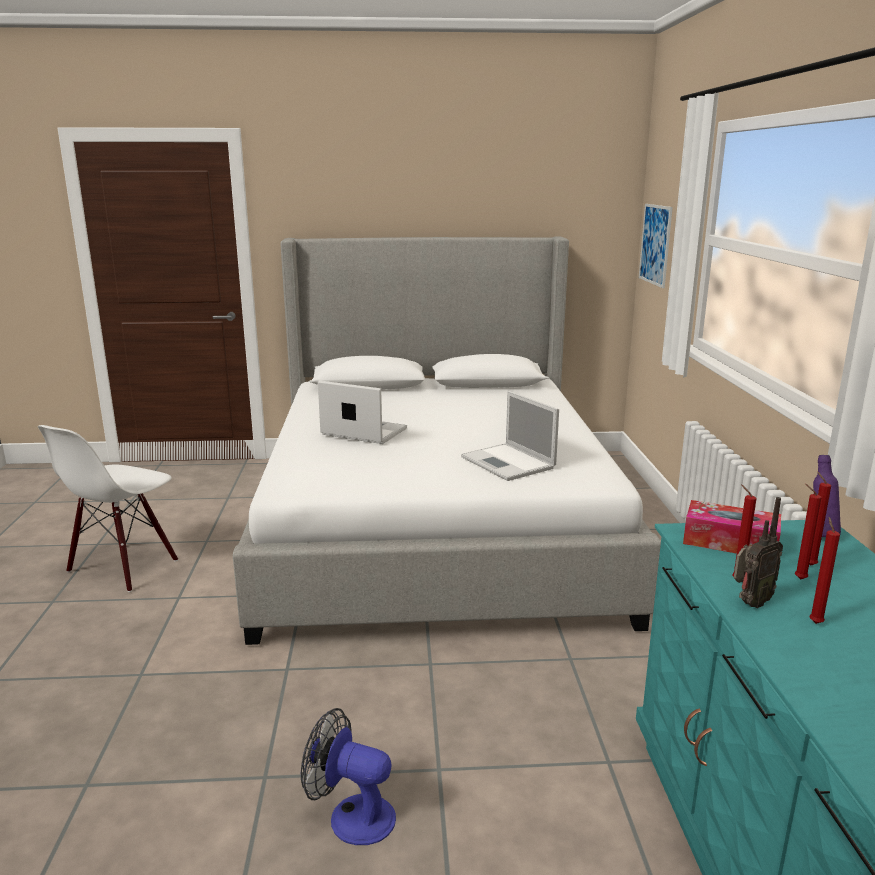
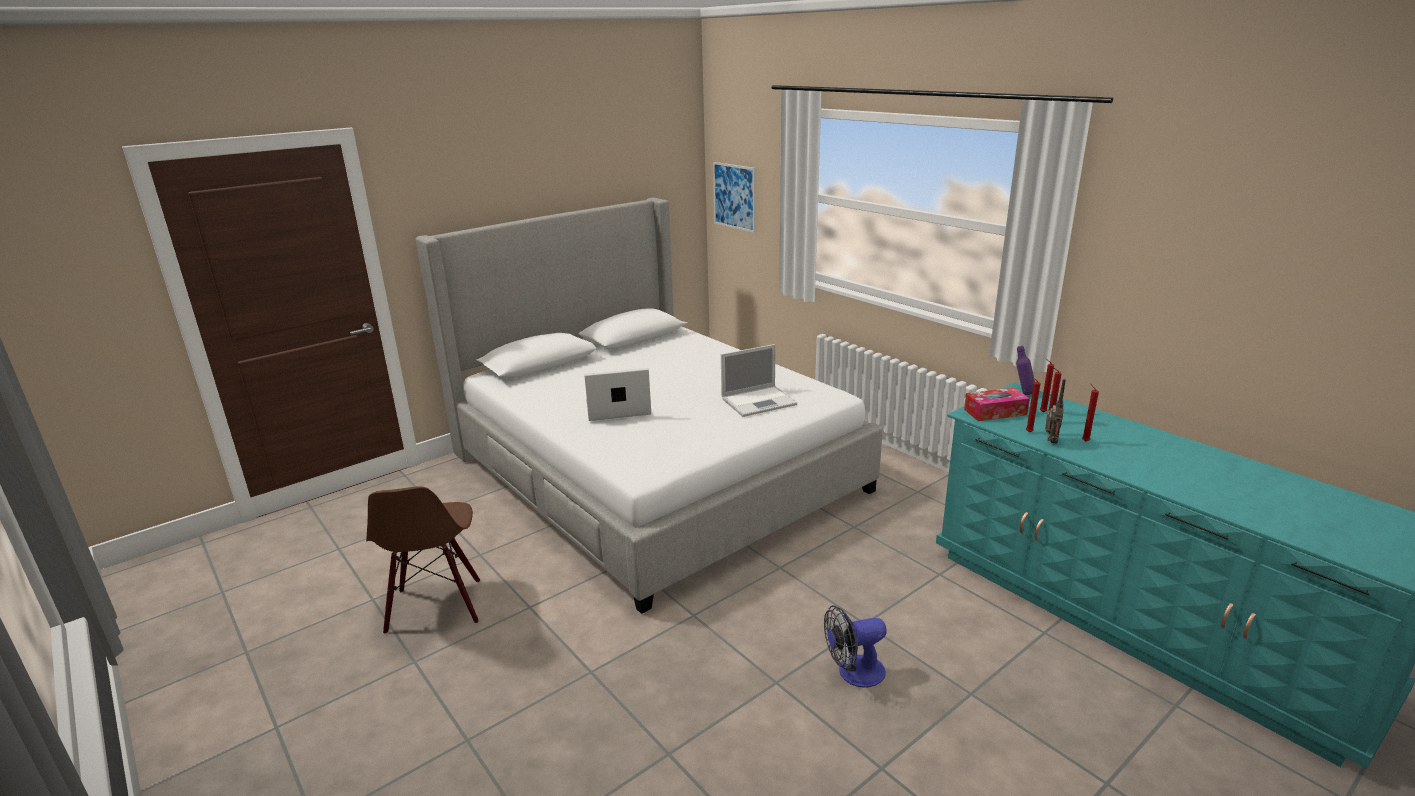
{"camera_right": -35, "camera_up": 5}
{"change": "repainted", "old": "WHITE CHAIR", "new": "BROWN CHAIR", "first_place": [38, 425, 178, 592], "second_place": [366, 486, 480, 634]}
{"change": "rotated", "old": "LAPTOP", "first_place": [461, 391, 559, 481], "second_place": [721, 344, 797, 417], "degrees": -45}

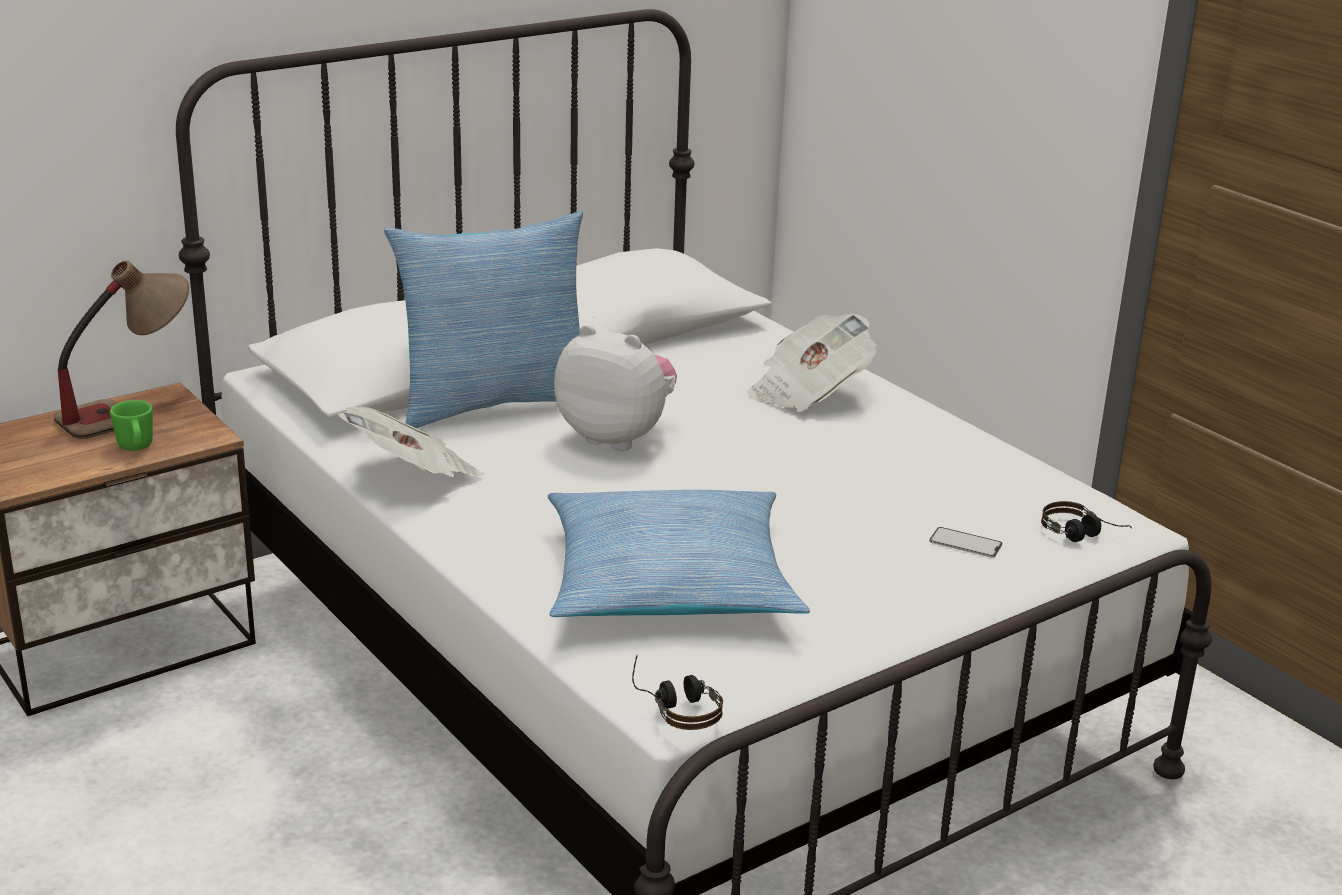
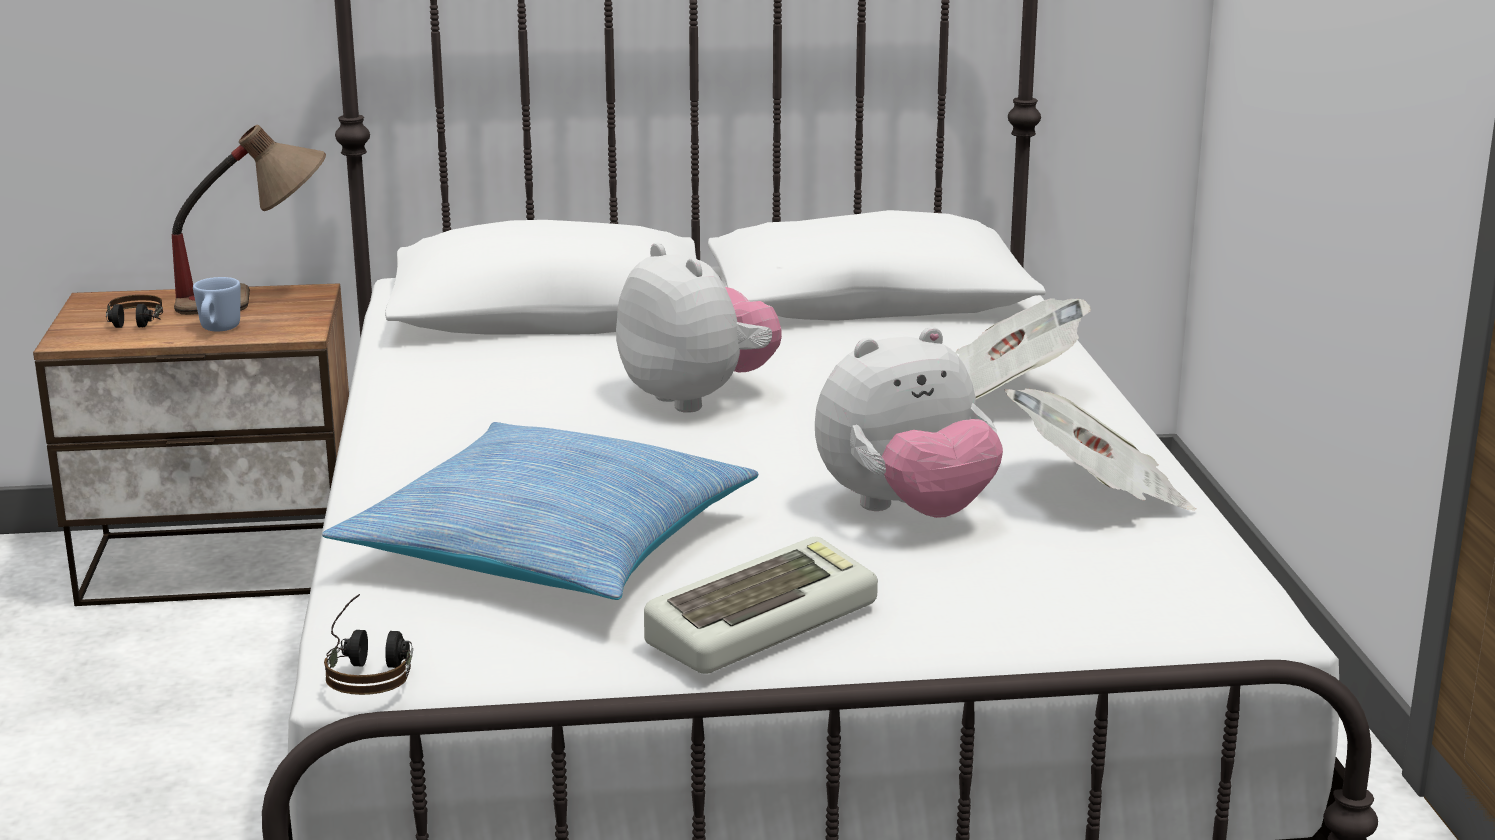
{"camera_right": 30, "camera_up": -5}
{"change": "gone", "old": "PILLOW", "first_place": [384, 211, 583, 428]}
{"change": "gone", "old": "PHONE", "first_place": [929, 527, 1002, 558]}
{"change": "new", "new": "KEYBOARD", "second_place": [644, 537, 878, 674]}
{"change": "new", "new": "PLUSH TOY", "second_place": [815, 327, 1003, 518]}
{"change": "shifted", "old": "NEWSPAPER", "first_place": [337, 407, 485, 477], "second_place": [1004, 388, 1197, 510]}
{"change": "shifted", "old": "HEADPHONES", "first_place": [1041, 501, 1132, 542], "second_place": [106, 295, 163, 328]}
{"change": "repainted", "old": "GREEN MUG", "new": "BLUE MUG", "first_place": [110, 400, 153, 451], "second_place": [193, 277, 240, 331]}

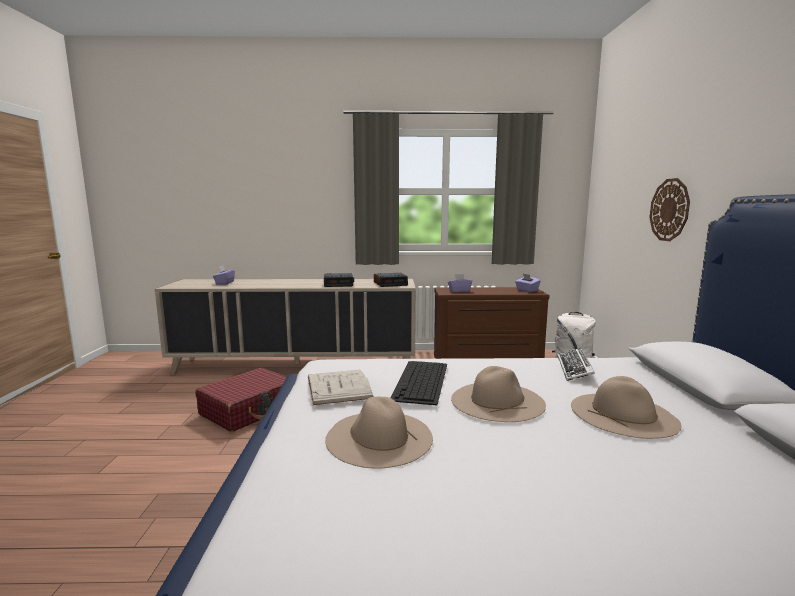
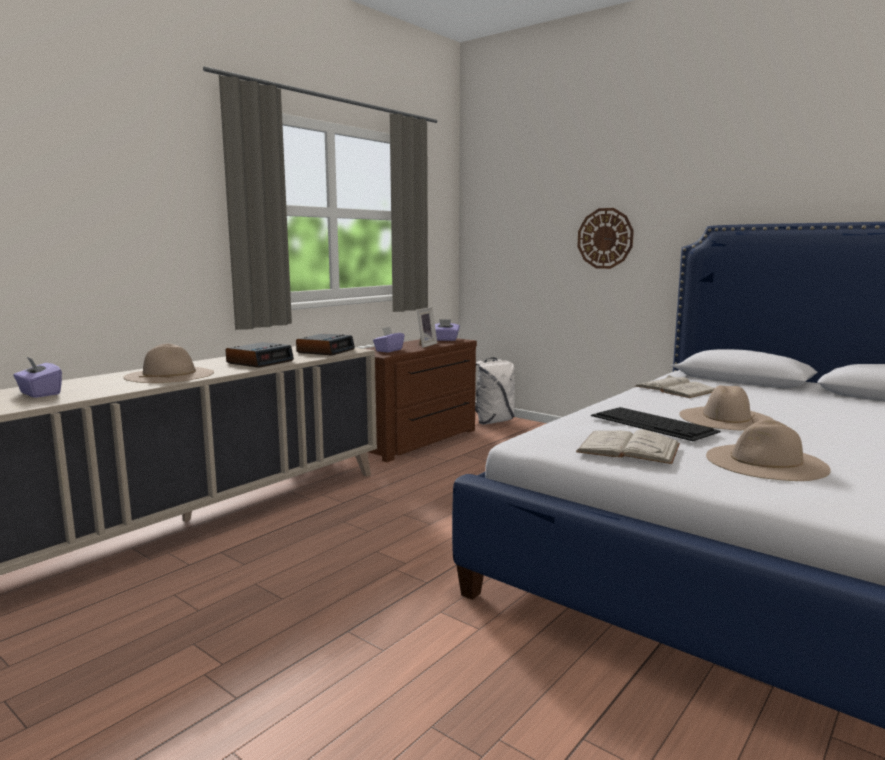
{"camera_right": -50, "camera_up": 0}
{"change": "gone", "old": "RED SUITCASE", "first_place": [196, 368, 287, 432]}
{"change": "new", "new": "PICTURE FRAME", "second_place": [417, 307, 437, 348]}
{"change": "shifted", "old": "BEIGE HAT", "first_place": [571, 376, 682, 439], "second_place": [123, 343, 214, 383]}
{"change": "swapped", "old": "KEYBOARD", "new": "WHITE BOOK", "first_place": [558, 348, 595, 381], "second_place": [635, 375, 715, 398]}

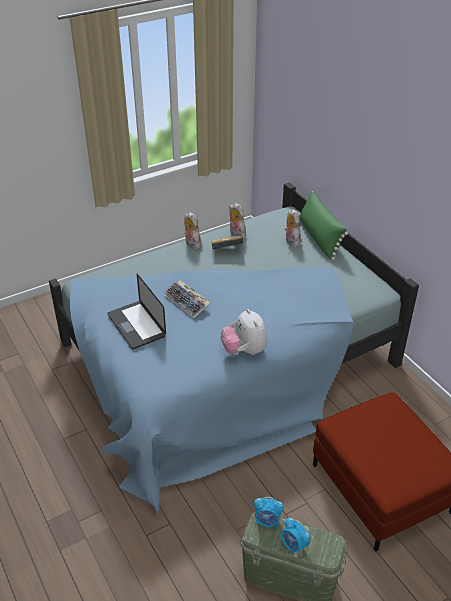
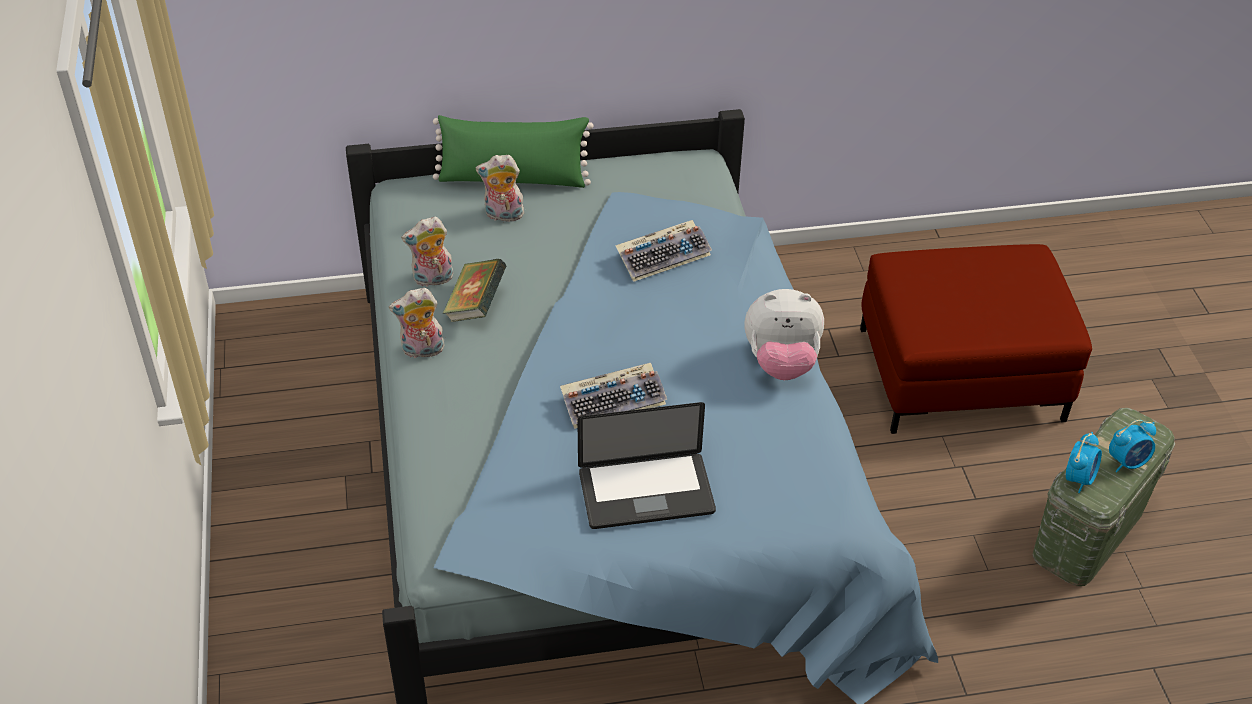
{"camera_right": -70, "camera_up": 5}
{"change": "new", "new": "KEYBOARD", "second_place": [615, 220, 712, 282]}

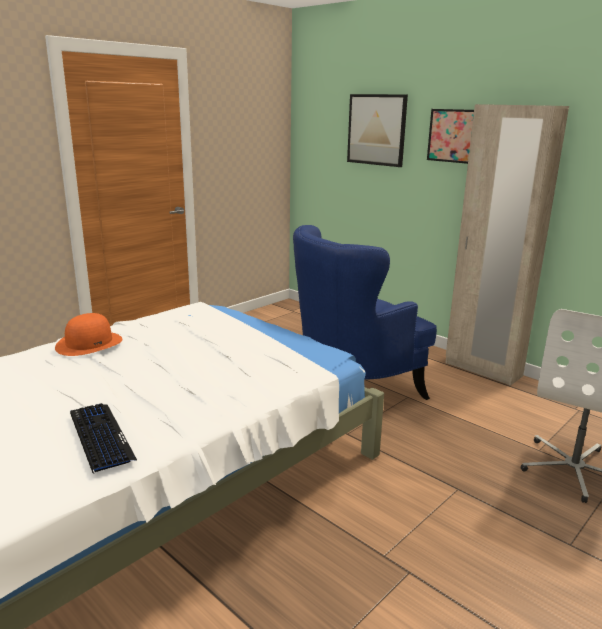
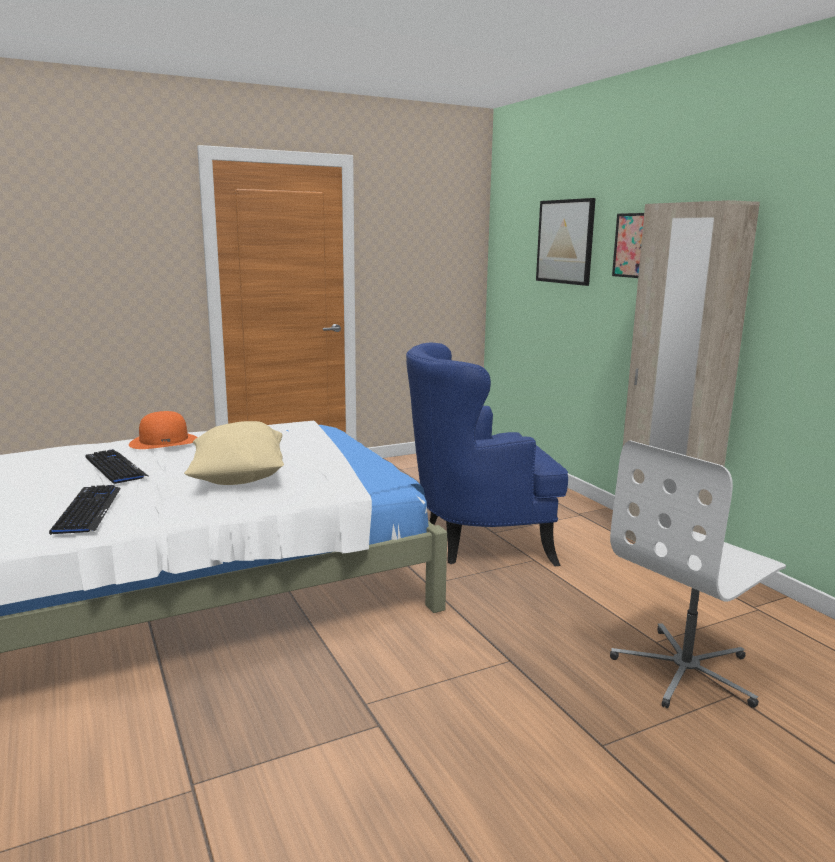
{"camera_right": 20, "camera_up": -5}
{"change": "new", "new": "KEYBOARD", "second_place": [86, 449, 150, 484]}
{"change": "new", "new": "BEIGE PILLOW", "second_place": [184, 421, 284, 485]}

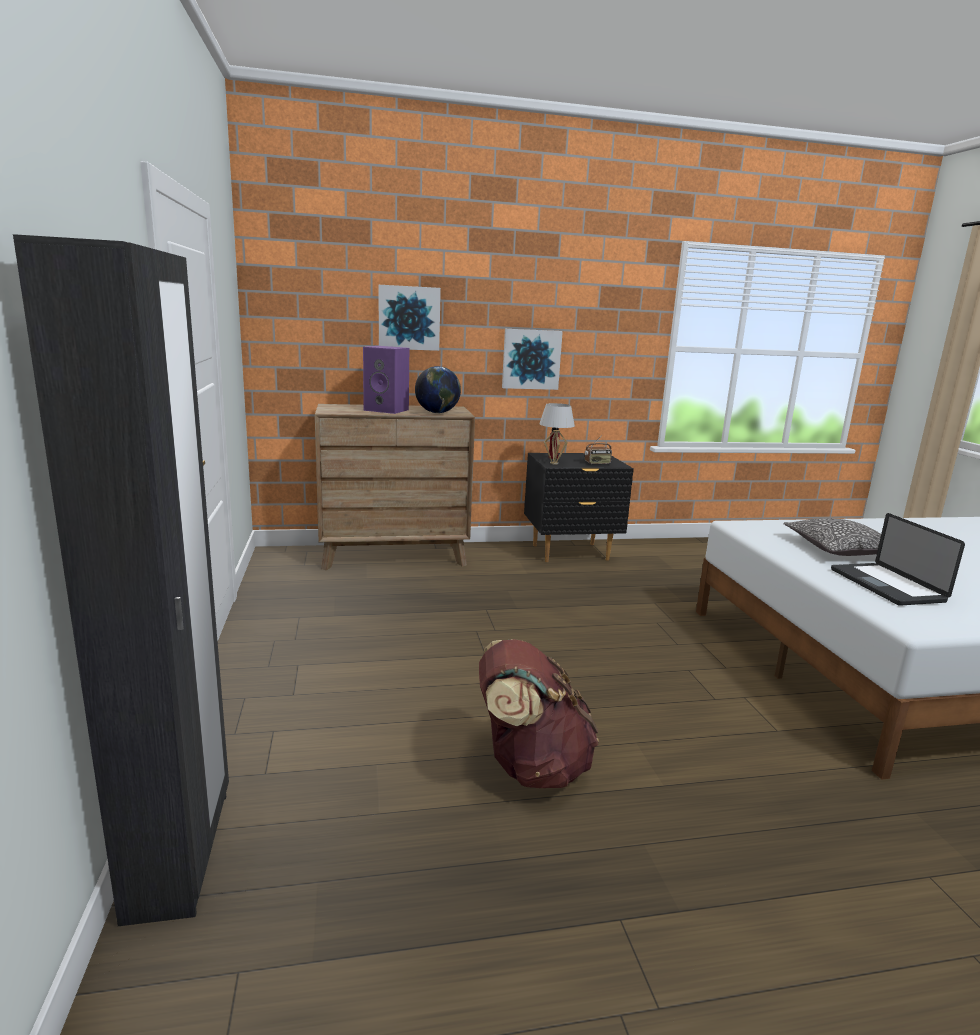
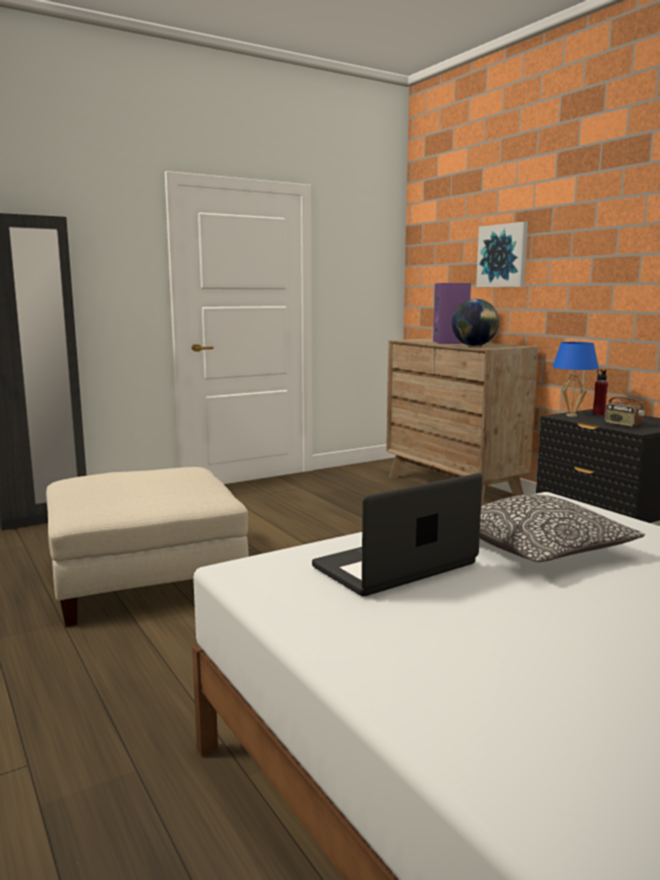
{"camera_right": 70, "camera_up": -5}
{"change": "gone", "old": "PICTURE", "first_place": [502, 329, 563, 390]}
{"change": "swapped", "old": "BROWN BACKPACK", "new": "BEIGE OTTOMAN", "first_place": [479, 639, 599, 788], "second_place": [46, 467, 249, 627]}
{"change": "repainted", "old": "WHITE TABLE LAMP", "new": "BLUE TABLE LAMP", "first_place": [539, 403, 575, 465], "second_place": [553, 342, 599, 417]}

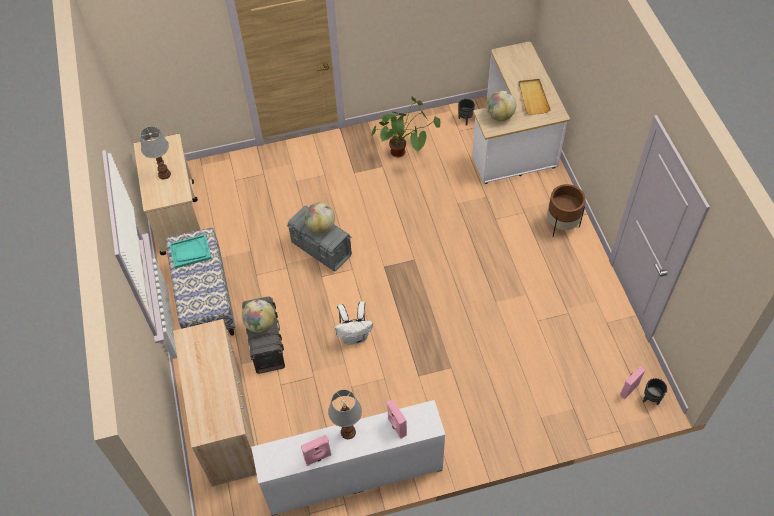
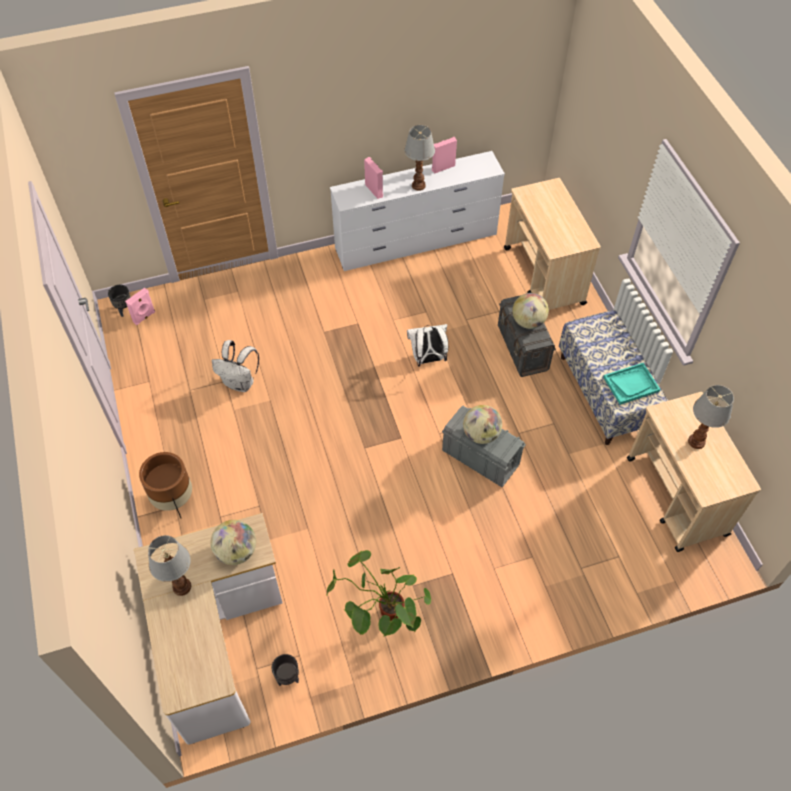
{"camera_right": 175, "camera_up": 0}
{"change": "new", "new": "WHITE BACKPACK", "second_place": [212, 340, 259, 392]}
{"change": "swapped", "old": "BEIGE CABINET", "new": "BEIGE CART", "first_place": [173, 319, 257, 486], "second_place": [504, 178, 601, 310]}
{"change": "swapped", "old": "BEIGE TRAY", "new": "TABLE LAMP", "first_place": [519, 79, 551, 115], "second_place": [148, 535, 191, 596]}

